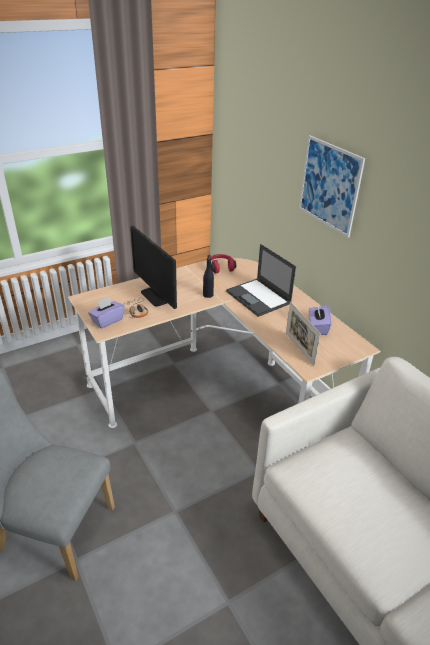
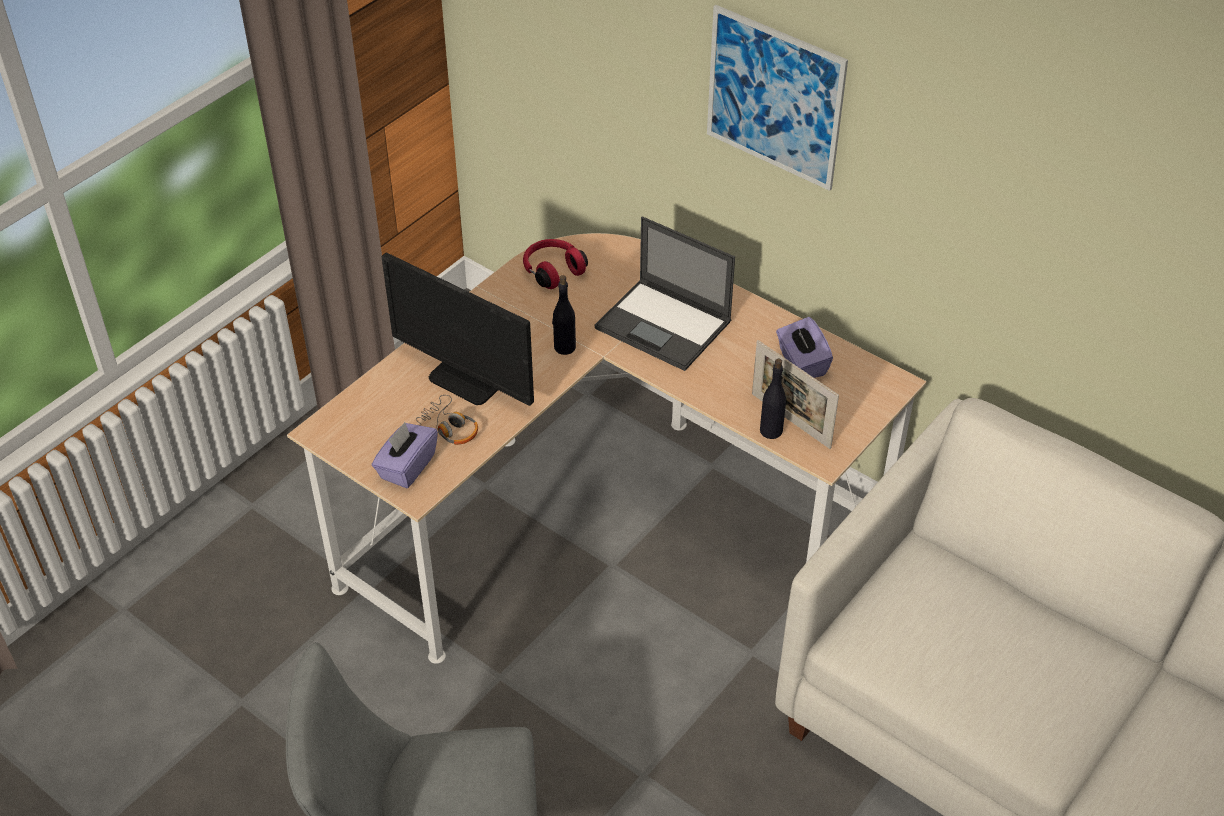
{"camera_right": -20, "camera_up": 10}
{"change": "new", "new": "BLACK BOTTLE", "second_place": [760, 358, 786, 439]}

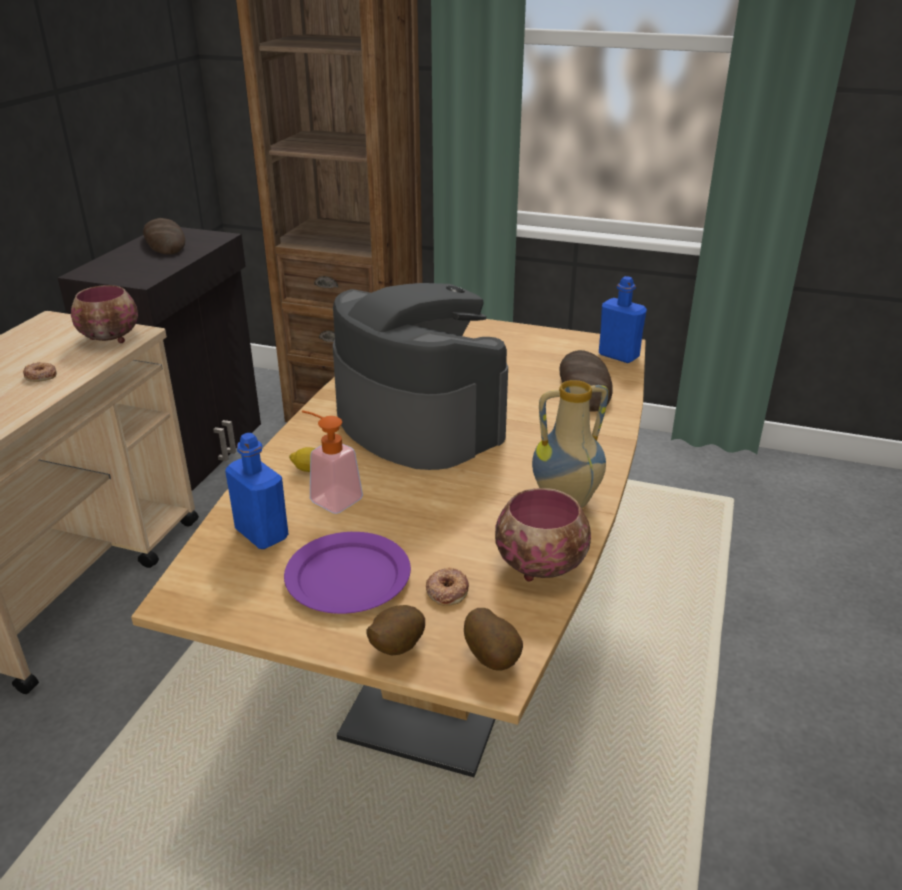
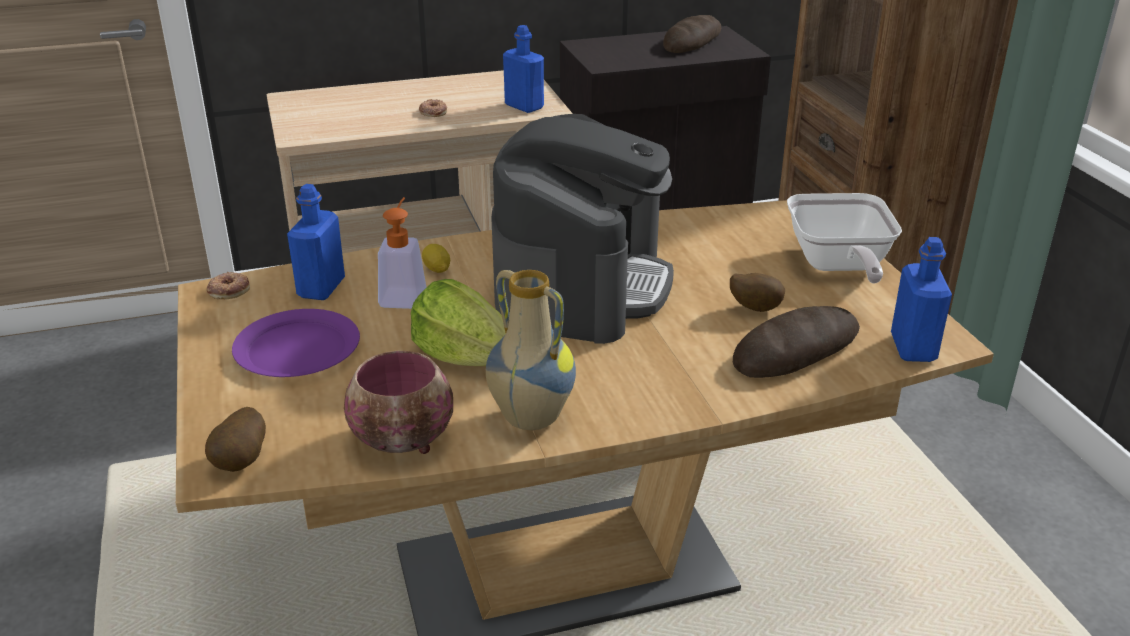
{"camera_right": 55, "camera_up": 0}
{"change": "new", "new": "LETTUCE", "second_place": [411, 279, 506, 366]}
{"change": "new", "new": "FRYING PAN", "second_place": [787, 193, 902, 284]}
{"change": "shifted", "old": "POTATO", "first_place": [366, 605, 425, 655], "second_place": [730, 273, 785, 312]}
{"change": "shifted", "old": "DONUT", "first_place": [426, 567, 469, 606], "second_place": [207, 272, 250, 299]}
{"change": "swapped", "old": "BOWL", "new": "BLUE BOTTLE", "first_place": [71, 285, 138, 343], "second_place": [503, 25, 544, 113]}

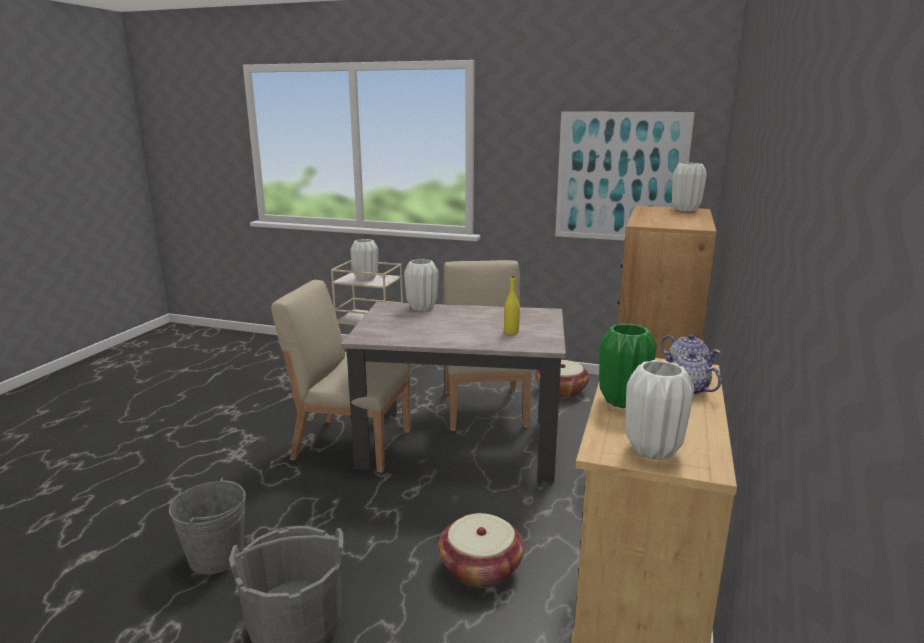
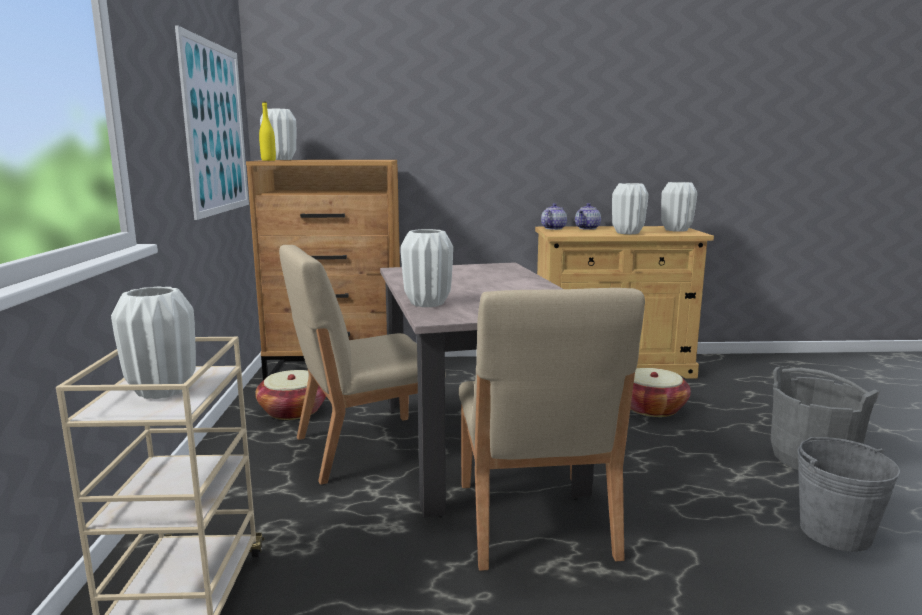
{"camera_right": -110, "camera_up": -5}
{"change": "shifted", "old": "YELLOW BOTTLE", "first_place": [504, 276, 520, 335], "second_place": [259, 102, 276, 161]}
{"change": "repainted", "old": "GREEN VASE", "new": "WHITE VASE", "first_place": [599, 324, 657, 408], "second_place": [612, 183, 648, 234]}

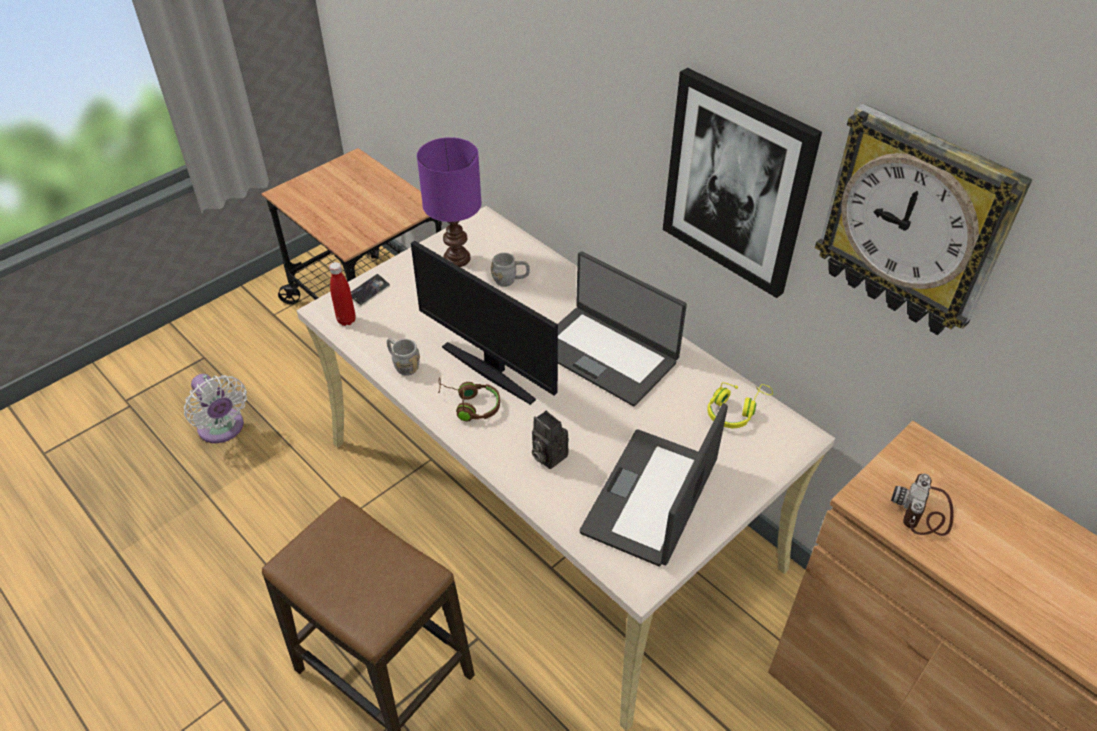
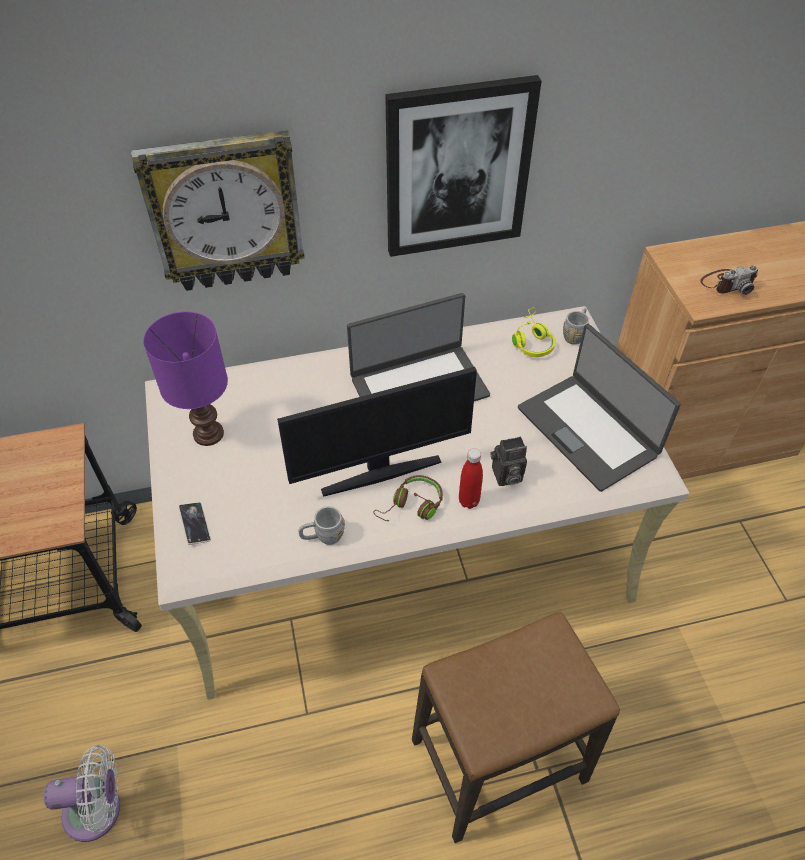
{"camera_right": -60, "camera_up": 5}
{"change": "shifted", "old": "RED BOTTLE", "first_place": [329, 262, 356, 326], "second_place": [459, 448, 483, 509]}
{"change": "shifted", "old": "GREY MUG", "first_place": [491, 253, 530, 287], "second_place": [563, 308, 589, 345]}
{"change": "shifted", "old": "WALL CLOCK", "first_place": [815, 104, 1033, 335], "second_place": [131, 130, 305, 291]}
{"change": "rotated", "old": "PHOTO CAMERA", "first_place": [891, 473, 954, 536], "second_place": [700, 265, 758, 295], "degrees": -75}

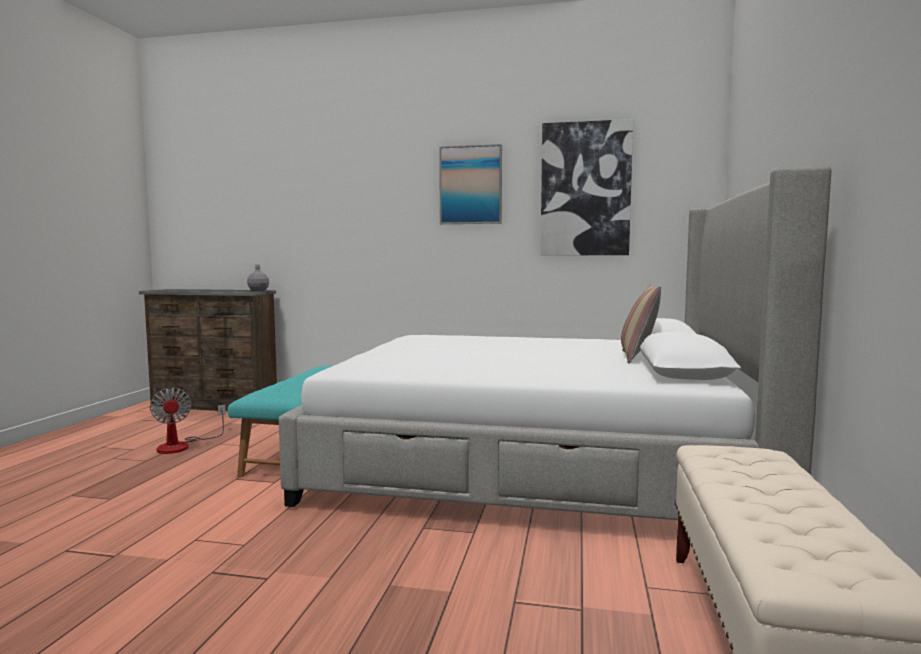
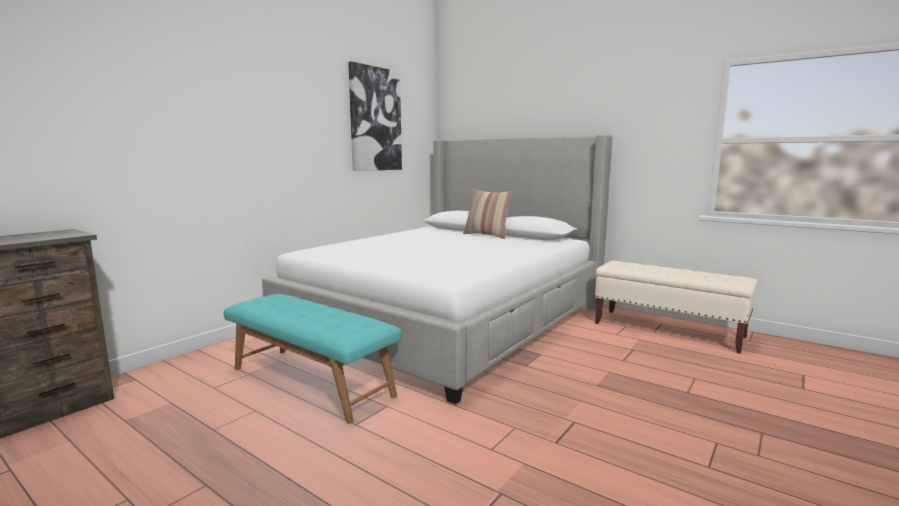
{"camera_right": -65, "camera_up": 5}
{"change": "gone", "old": "FAN", "first_place": [150, 387, 226, 454]}
{"change": "gone", "old": "GREY BOTTLE", "first_place": [247, 265, 269, 291]}
{"change": "gone", "old": "PICTURE", "first_place": [439, 144, 502, 224]}

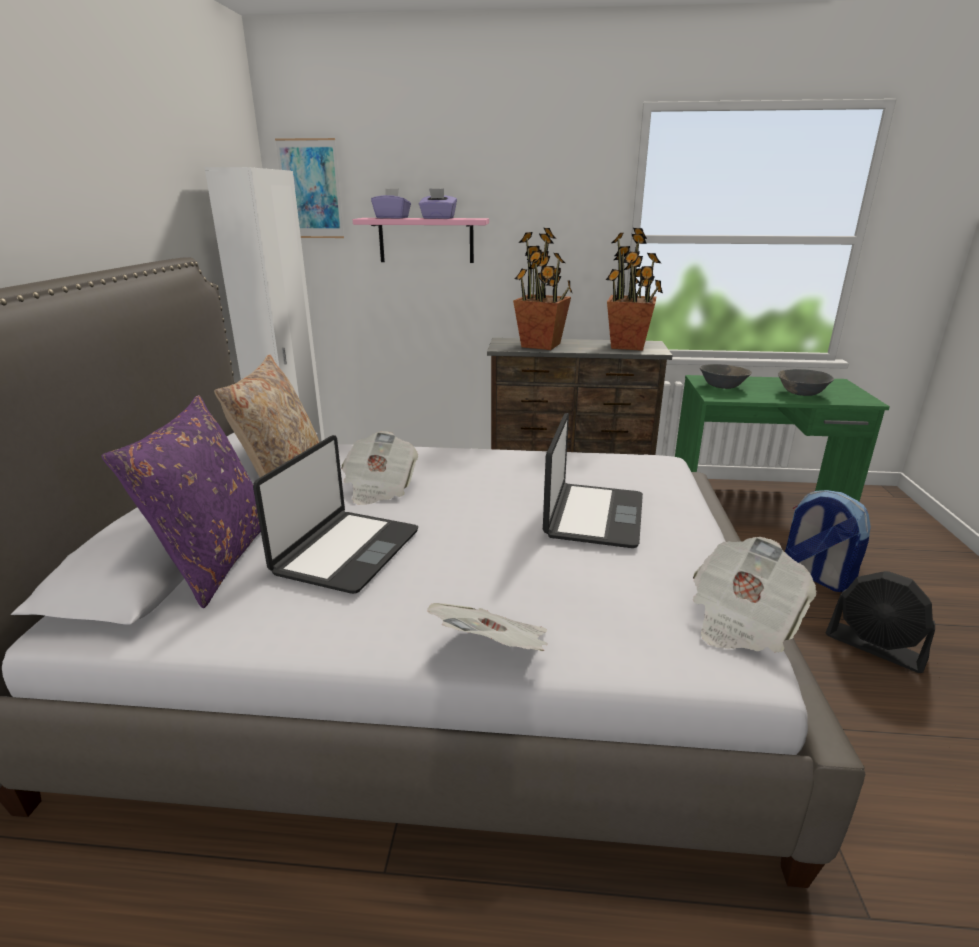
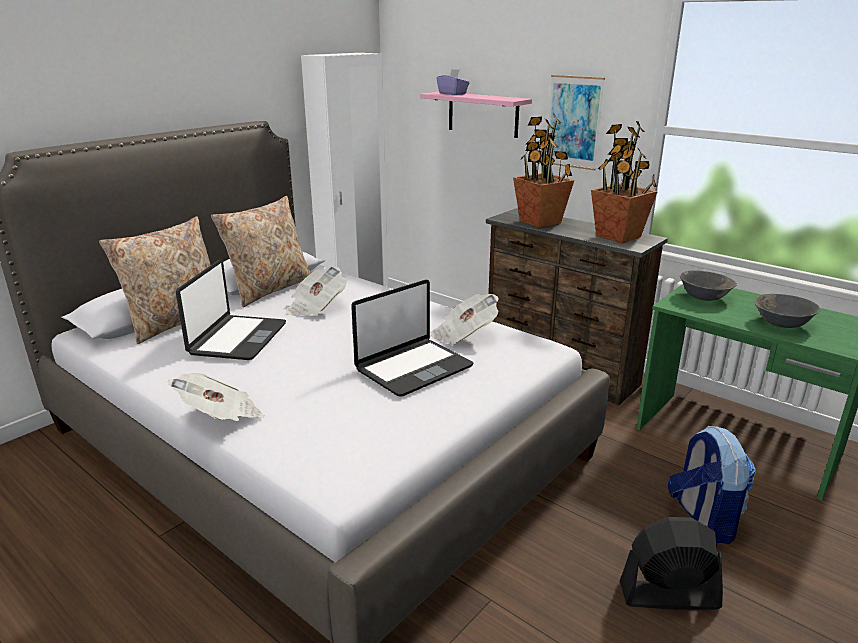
{"camera_right": 35, "camera_up": 0}
{"change": "gone", "old": "PURPLE TISSUE BOX", "first_place": [419, 188, 457, 219]}
{"change": "shifted", "old": "PICTURE", "first_place": [275, 138, 344, 238], "second_place": [546, 75, 605, 170]}
{"change": "shifted", "old": "NEWSPAPER", "first_place": [693, 537, 816, 653], "second_place": [430, 294, 499, 345]}
{"change": "repainted", "old": "PURPLE PILLOW", "new": "BEIGE PILLOW", "first_place": [102, 395, 261, 608], "second_place": [99, 217, 230, 344]}
{"change": "rotated", "old": "LAPTOP", "first_place": [253, 435, 418, 594], "second_place": [176, 259, 286, 360], "degrees": -45}
{"change": "rotated", "old": "BLACK FAN", "first_place": [825, 571, 935, 673], "second_place": [620, 517, 723, 610], "degrees": 105}

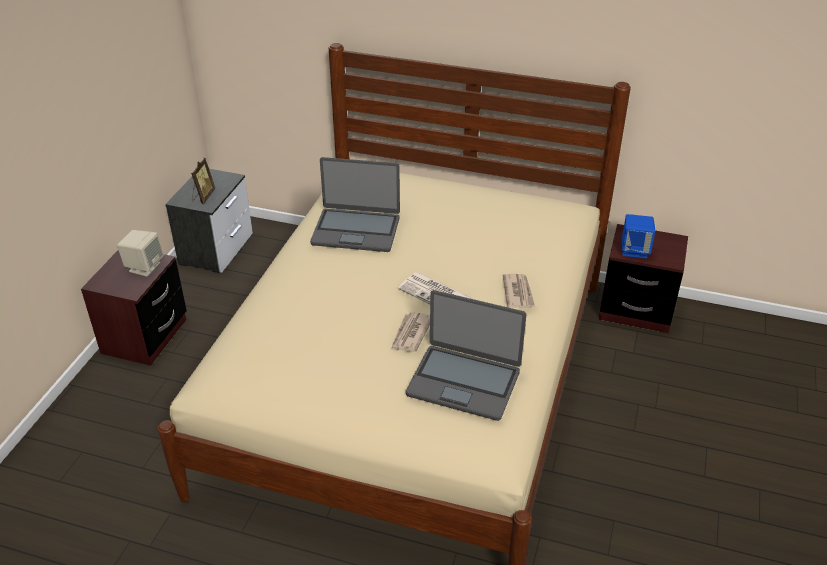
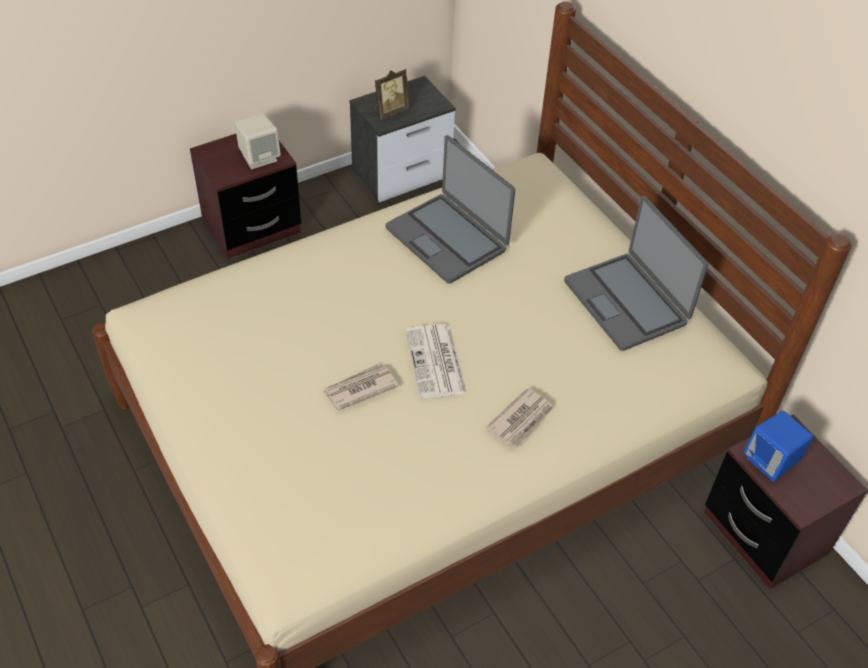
{"camera_right": 40, "camera_up": 10}
{"change": "shifted", "old": "LAPTOP", "first_place": [406, 290, 526, 421], "second_place": [564, 196, 708, 351]}

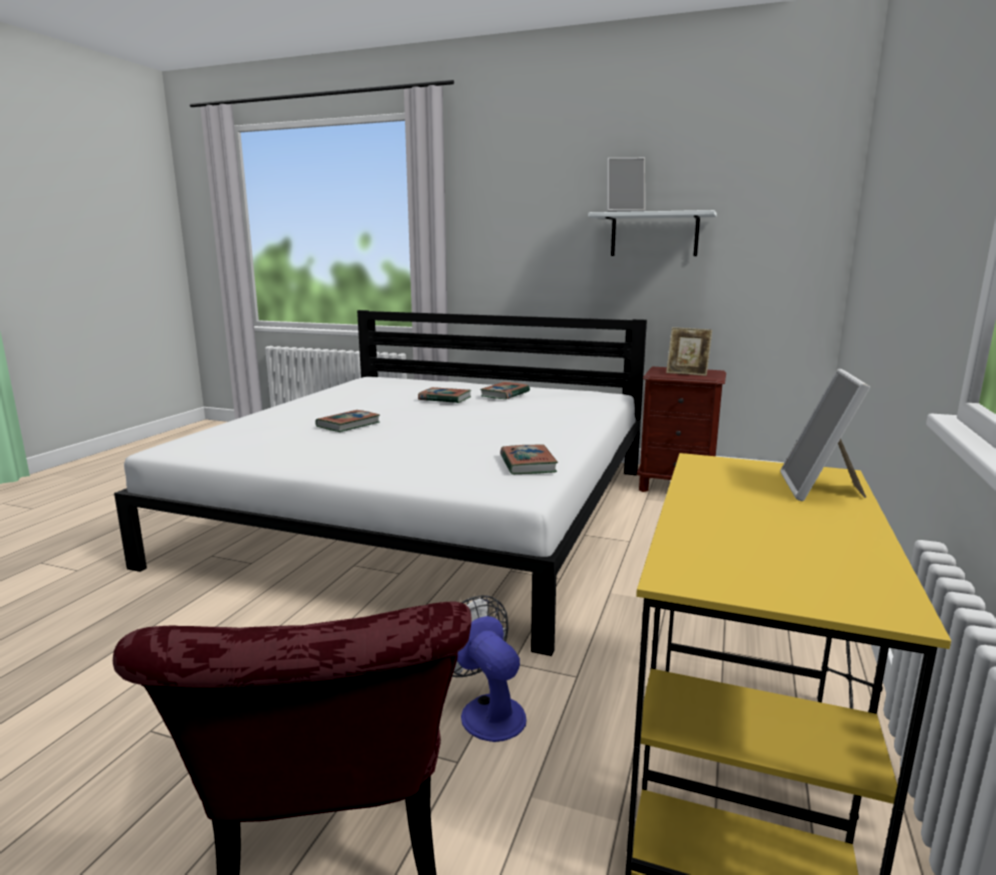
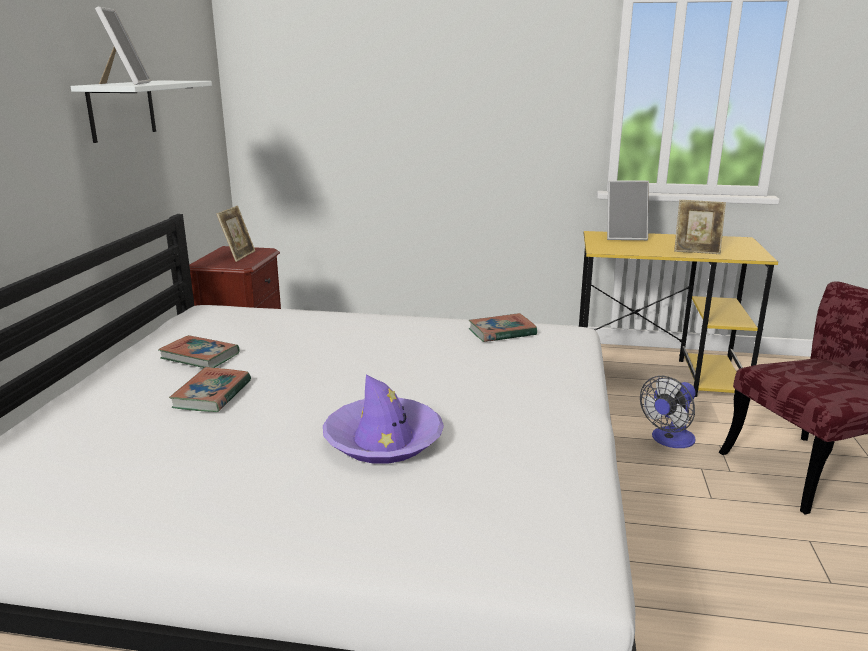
{"camera_right": -100, "camera_up": 5}
{"change": "new", "new": "PICTURE FRAME", "second_place": [674, 200, 726, 254]}
{"change": "swapped", "old": "BOOK", "new": "PURPLE HAT", "first_place": [315, 410, 380, 432], "second_place": [323, 375, 444, 464]}

